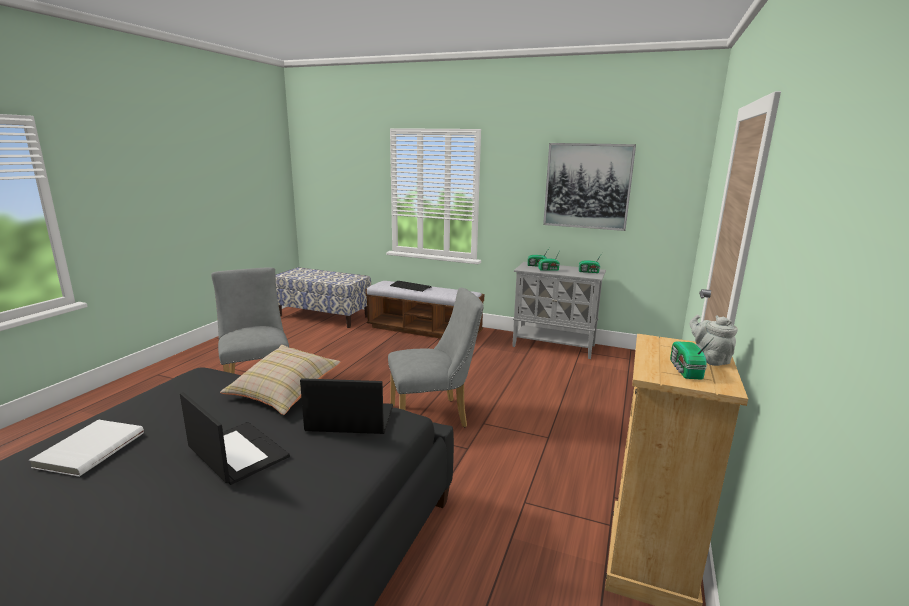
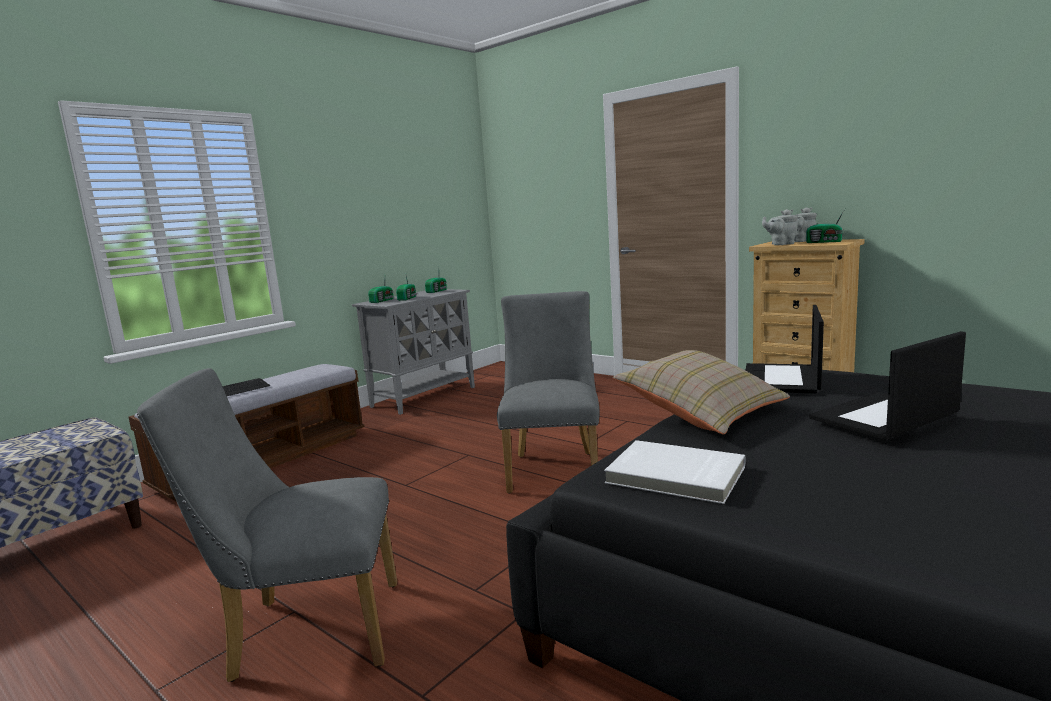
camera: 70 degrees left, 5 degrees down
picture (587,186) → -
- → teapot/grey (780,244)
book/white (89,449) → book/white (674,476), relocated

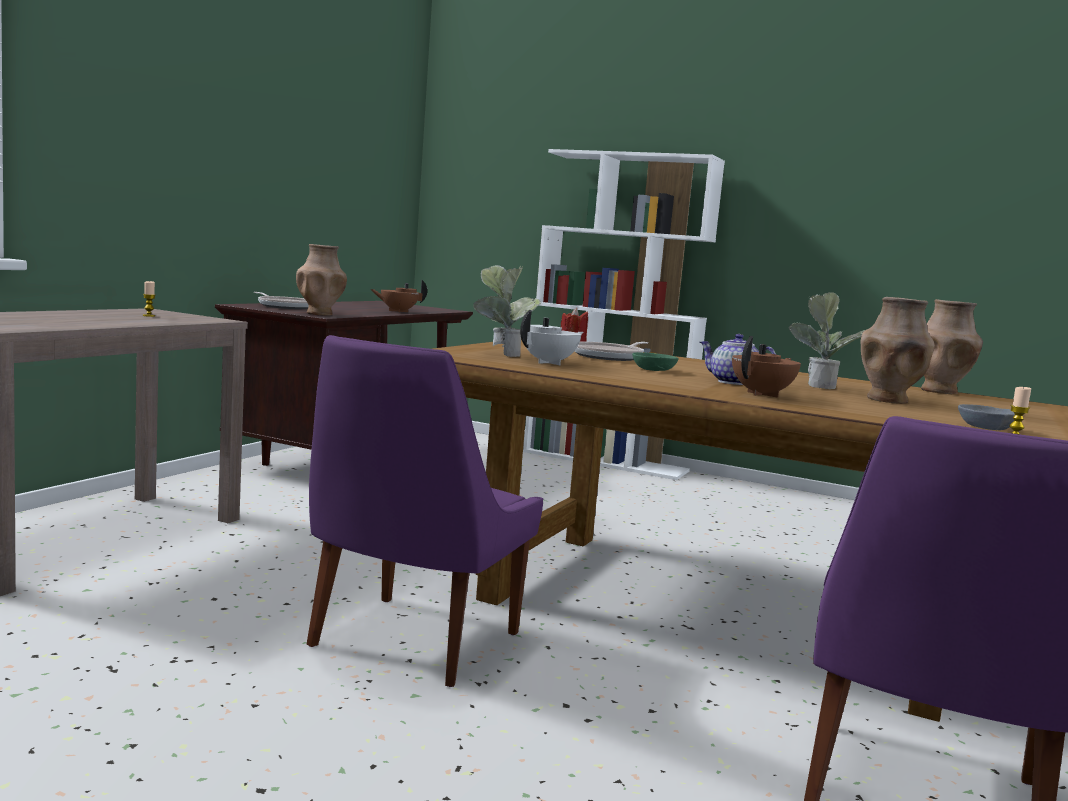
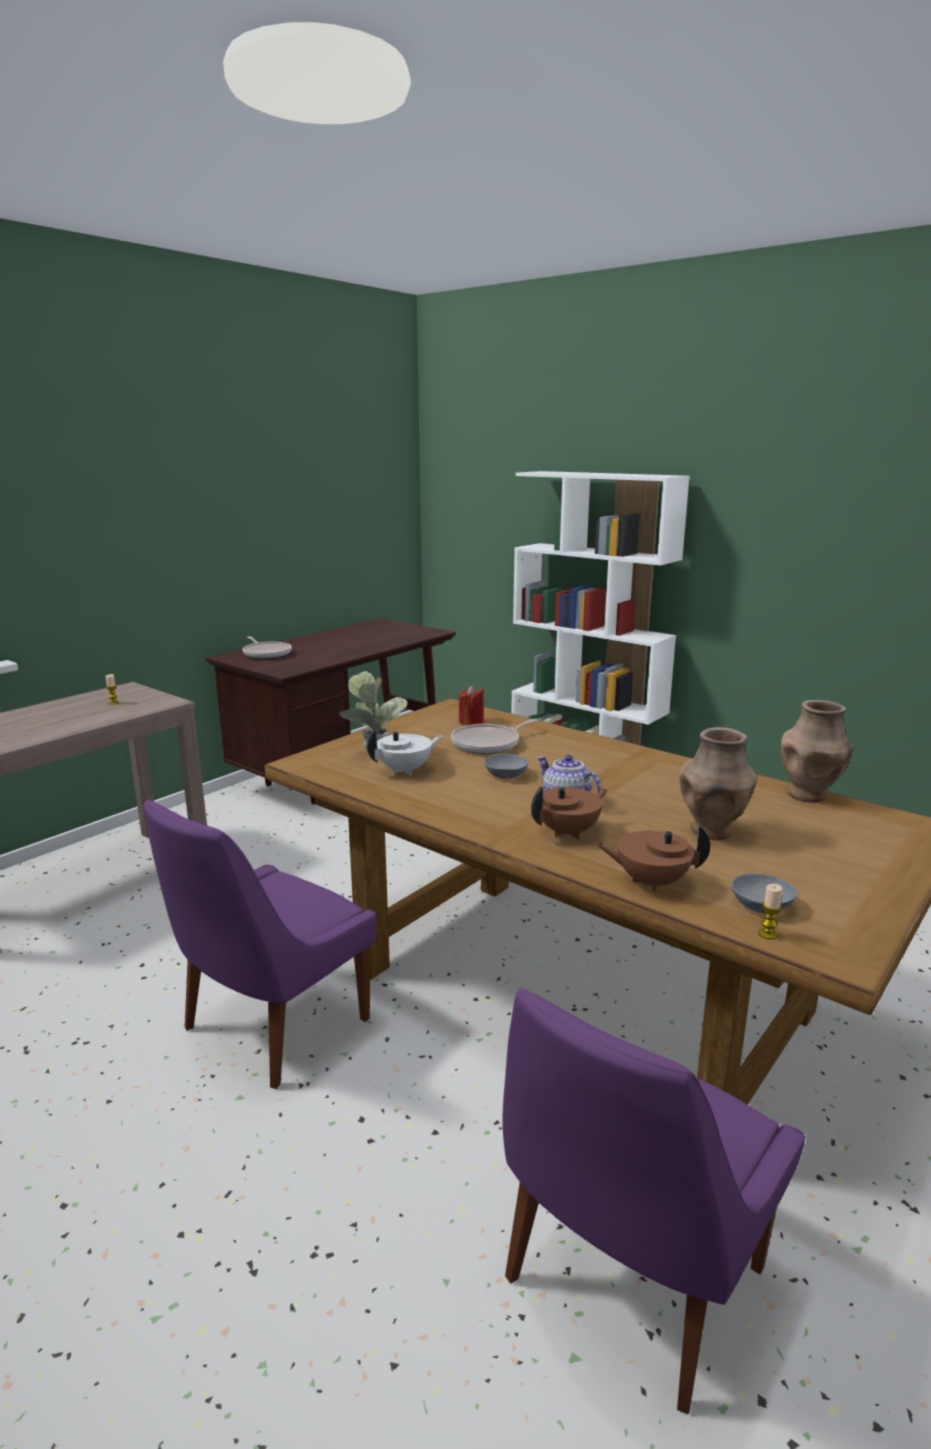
camera: 15 degrees right, 10 degrees up
vase/brown (320,314) → -
potted plant (819,386) → -
teapot/brown (398,311) → teapot/brown (651,882), relocated
bowl/green (655,370) → bowl/grey (507,774)

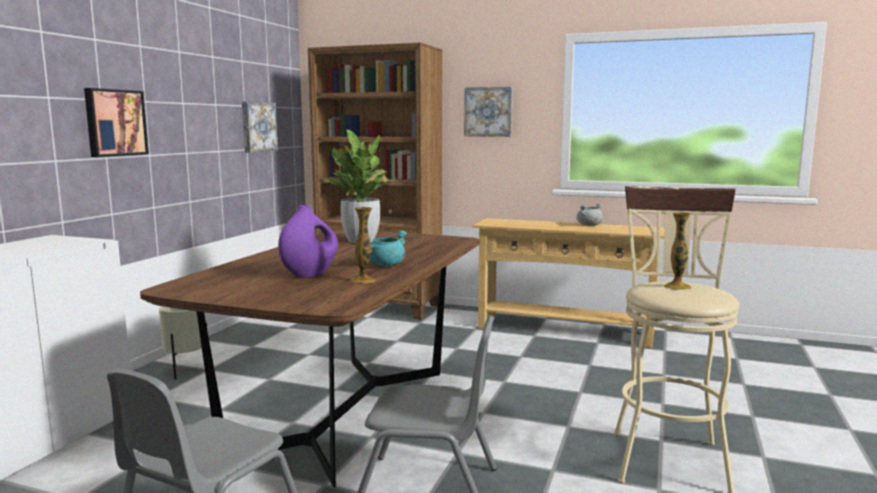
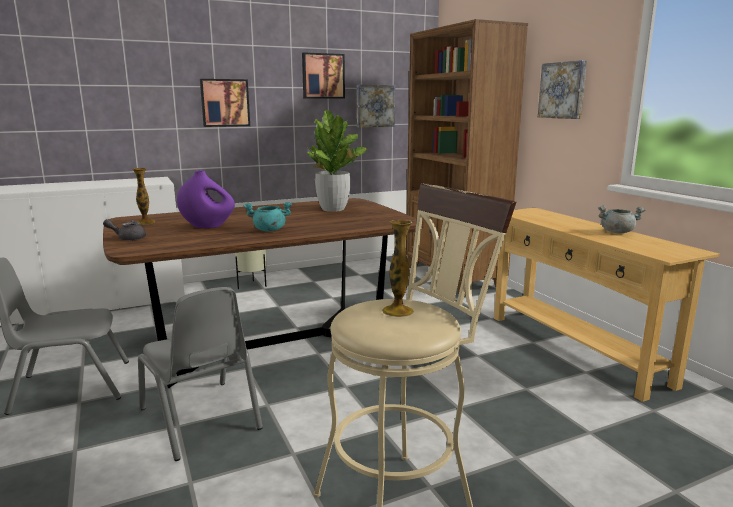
camera: 45 degrees right, 5 degrees up
- → teapot/grey (128,238)
- → picture (323,76)
vase (362,280) → vase (145,222), relocated

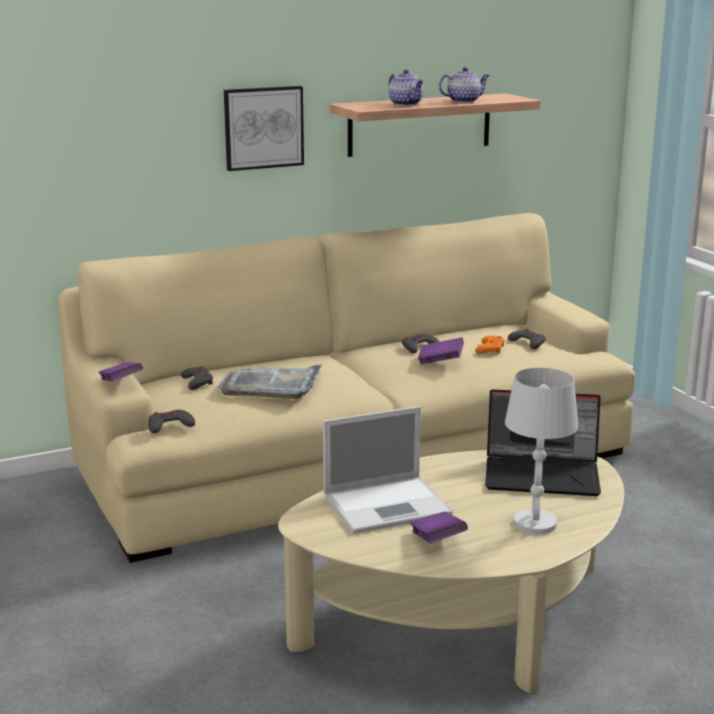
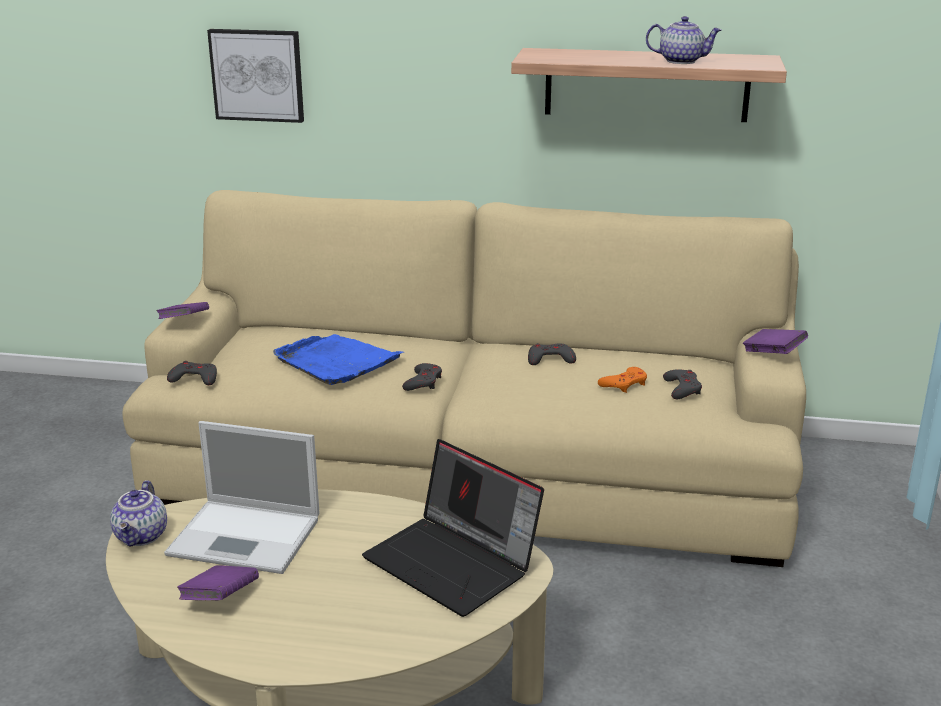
camera: 35 degrees right, 5 degrees up
table lamp/white (534,523) → -
game controller/grey (197,382) → game controller/grey (423,382), relocated
picture (263,127) → picture (257,75), relocated
teapot (406,104) → teapot (142,536), relocated
book/purple (440,362) → book/purple (773,354), relocated
tray/grey (271,385) → tray/blue (336,362)

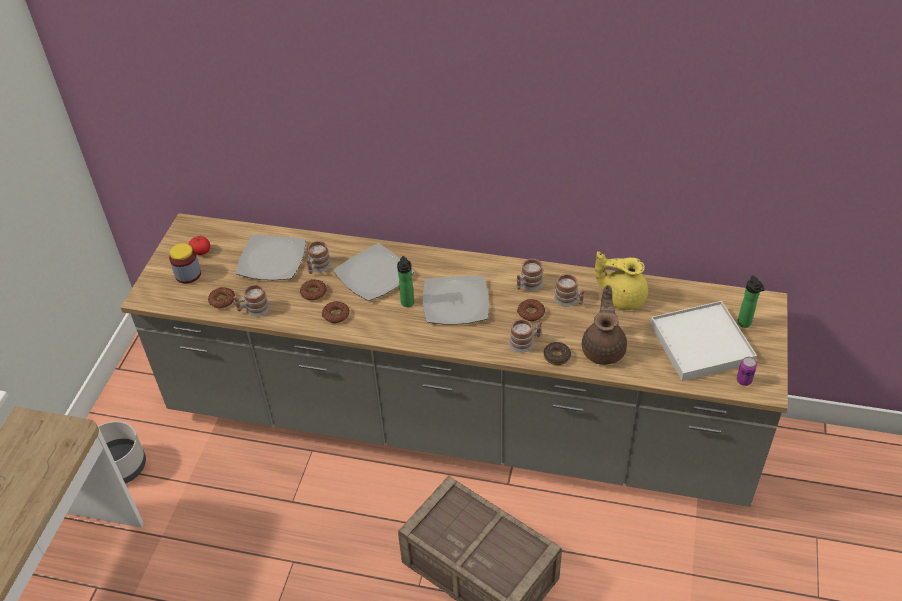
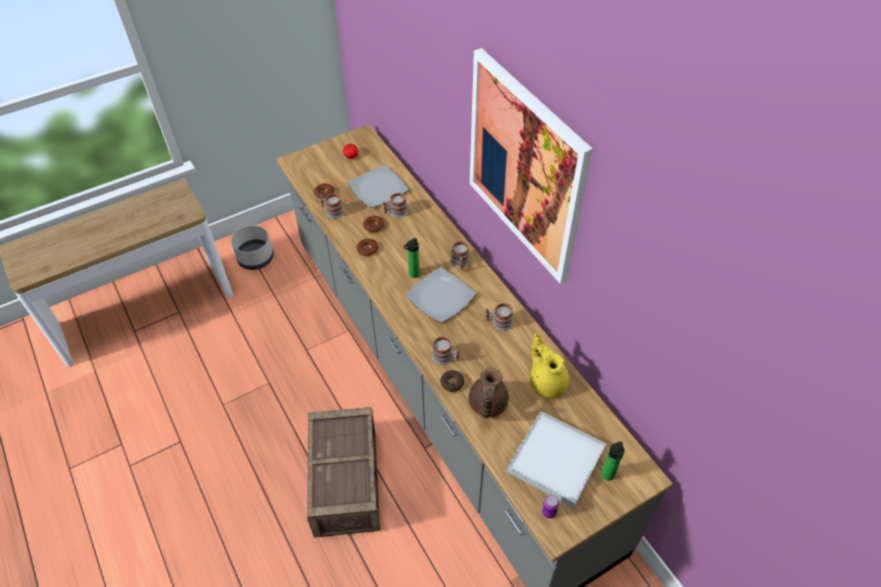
camera: 45 degrees right, 5 degrees up
jar (188,274) → -
plate (374,274) → -
donut (531,313) → -
- → picture (525,167)
mug (569,300) → mug (460,263), relocated
teapot/brown (604,349) → teapot/brown (487,405), 135 degrees clockwise

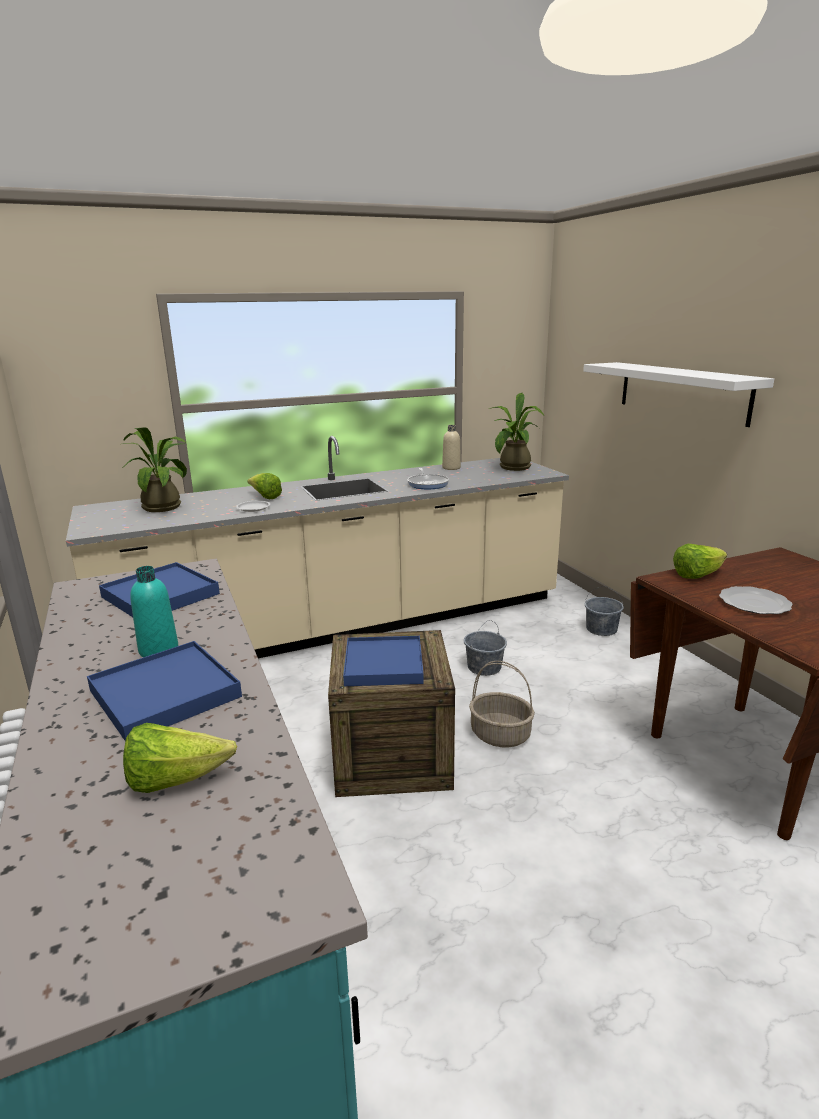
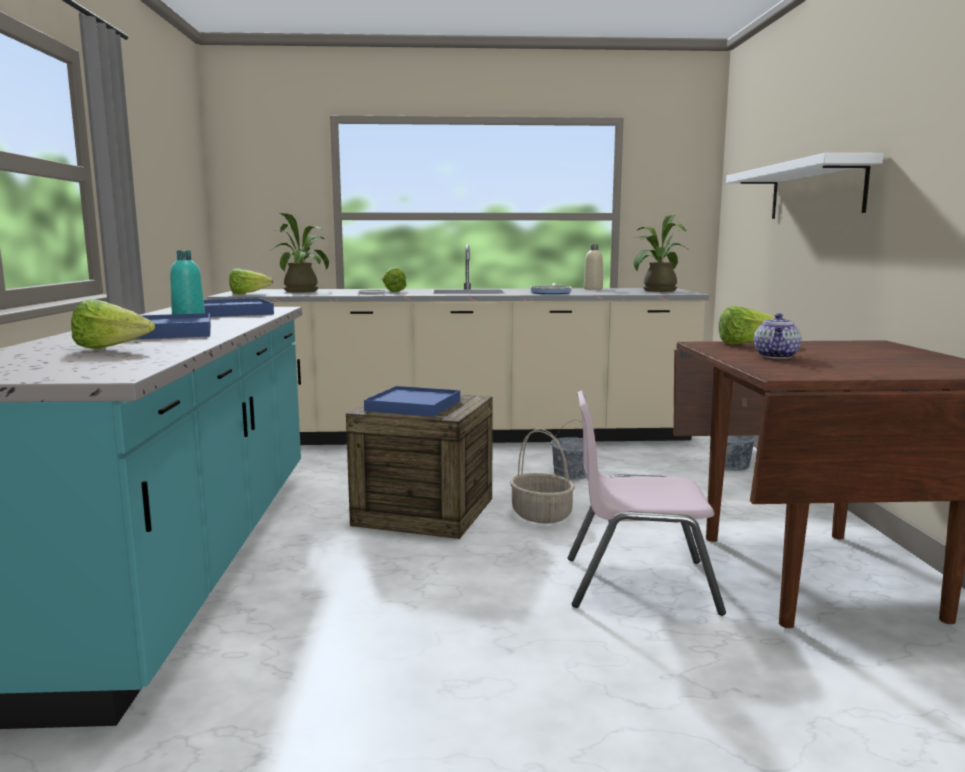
camera: 20 degrees right, 10 degrees down
- → lettuce (248,294)
- → chair/pink (638,584)
plate (755,603) → teapot (776,356)

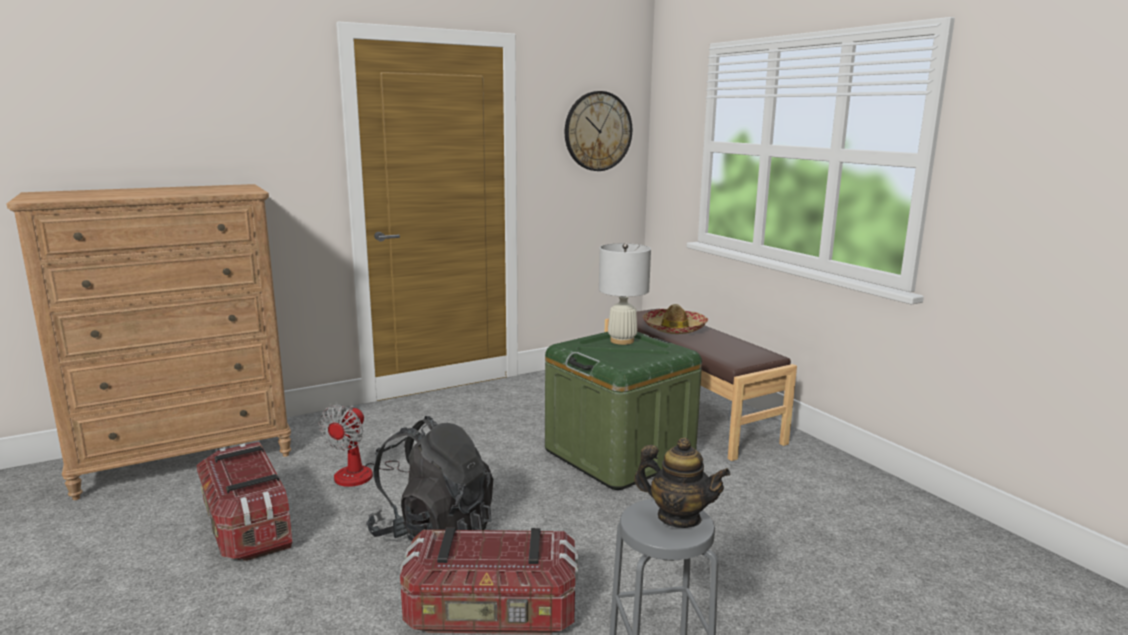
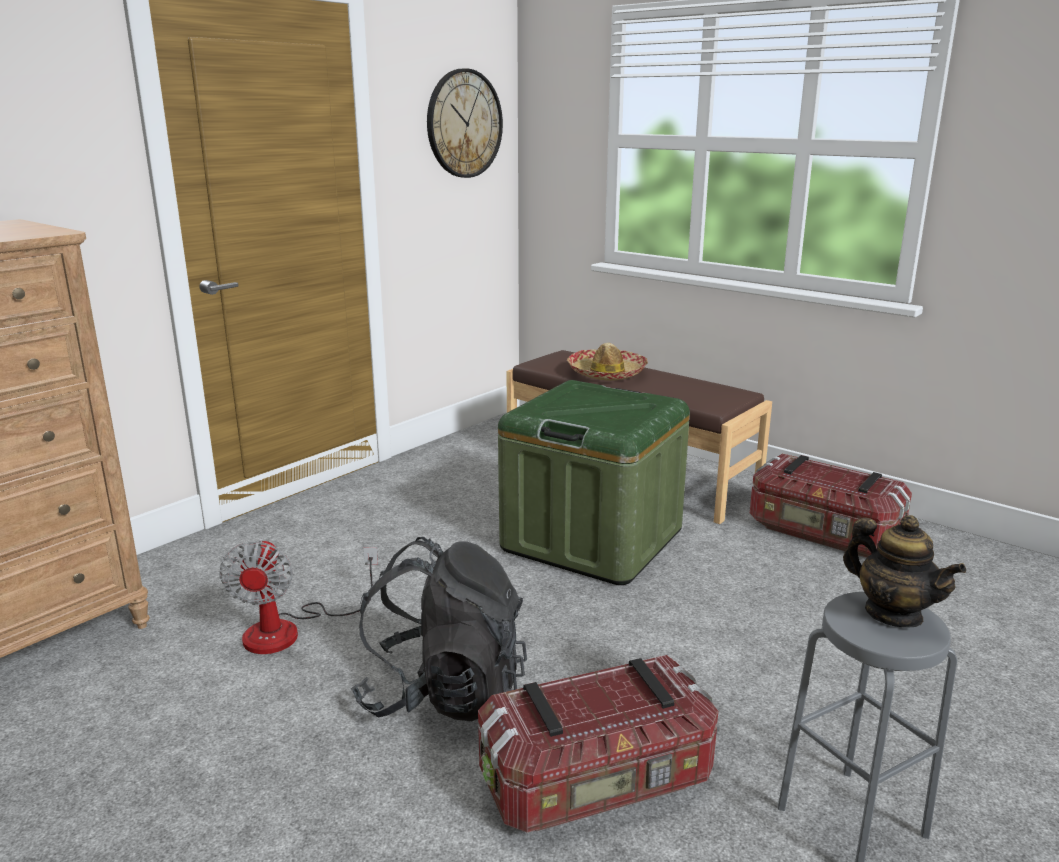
camera: 20 degrees left, 5 degrees up
table lamp/white (622,341) → -
storage box (247,527) → storage box (823,534), relocated
teapot (678,517) → teapot (893,614), 45 degrees clockwise

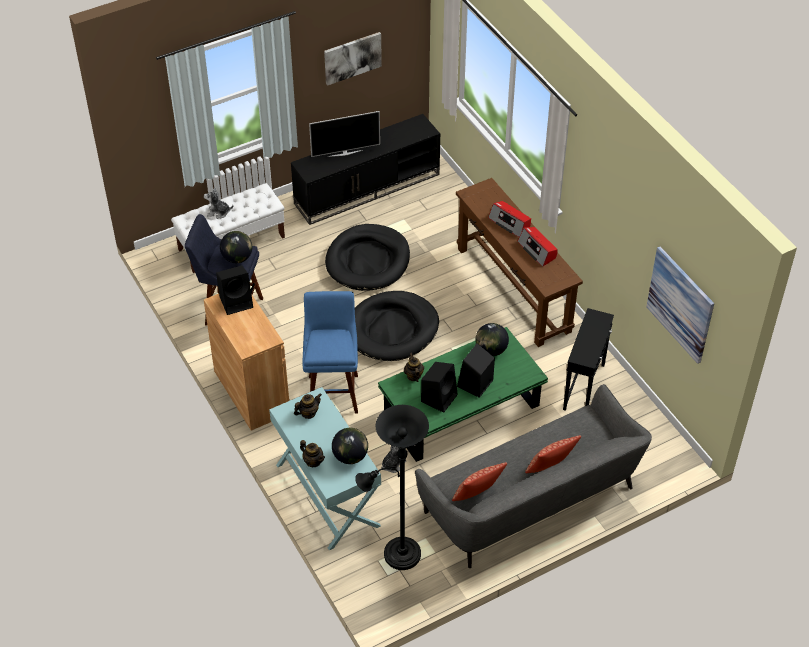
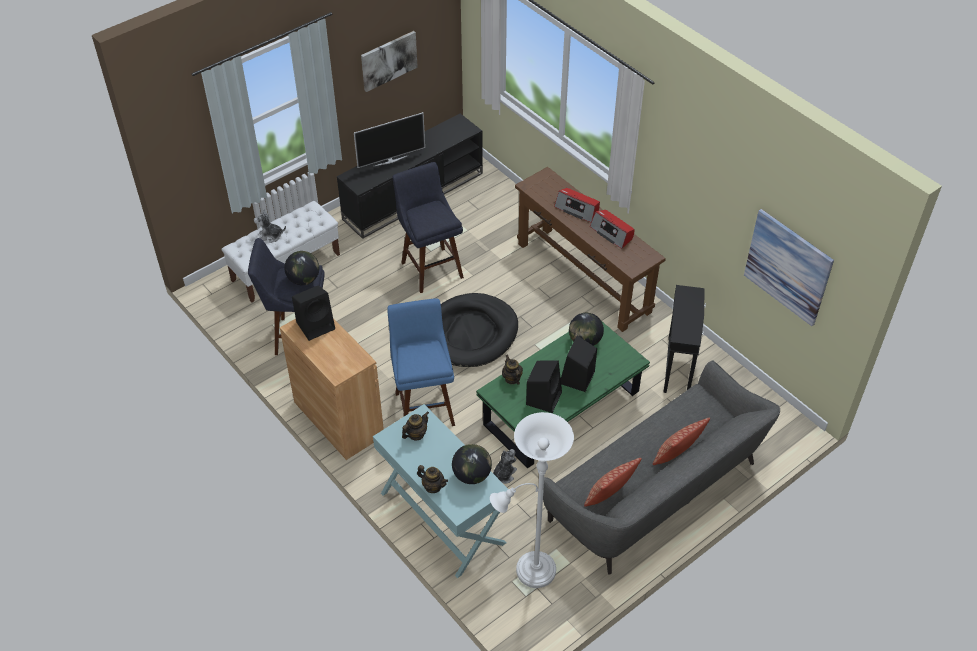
camera: 10 degrees left, 0 degrees up
dog bed/black (368,261) → stool/blue (430,267)
floor lamp/black (397,554) → floor lamp/white (530,571)

